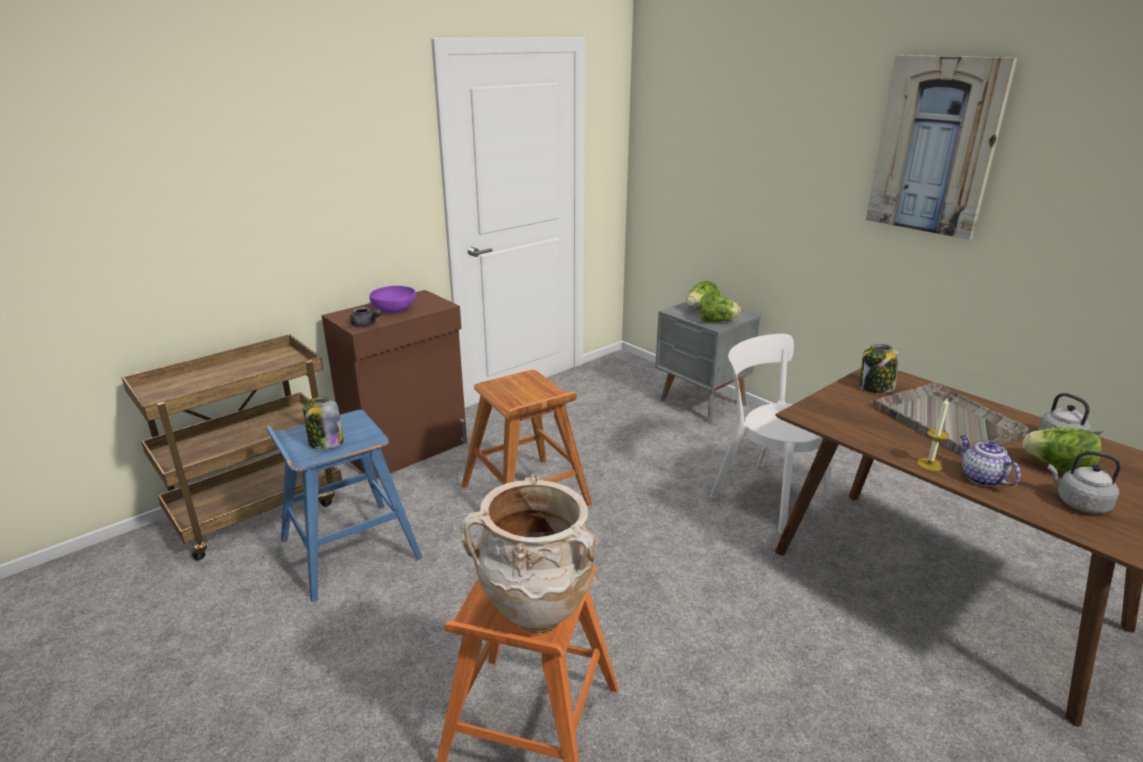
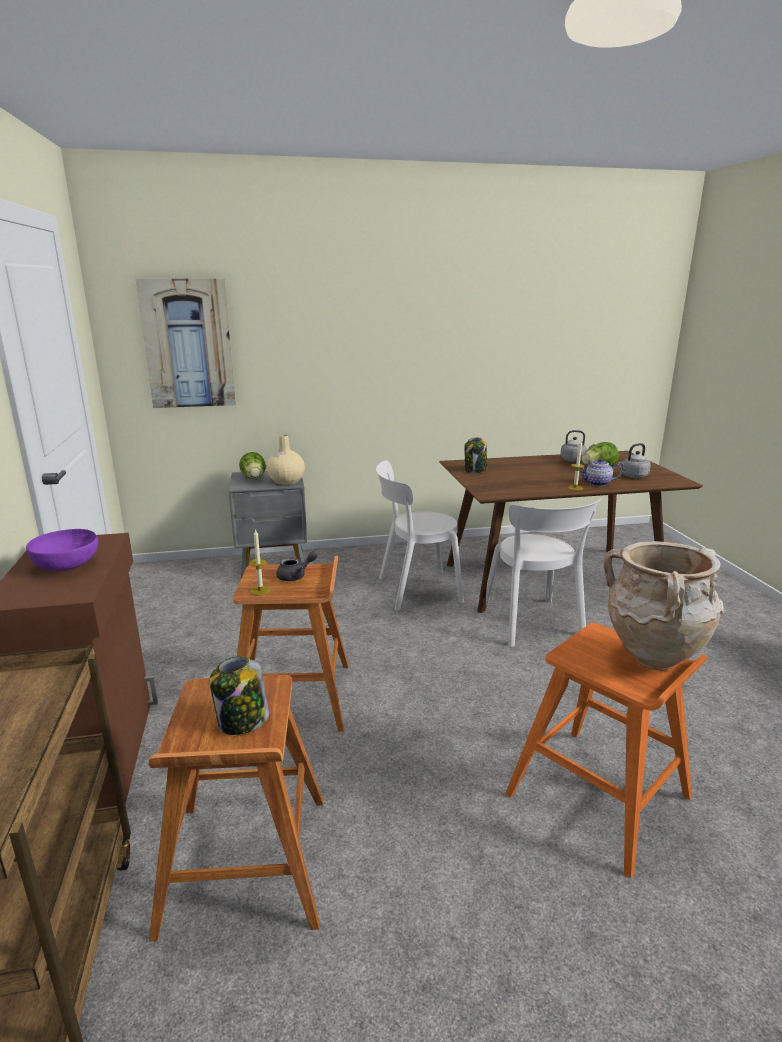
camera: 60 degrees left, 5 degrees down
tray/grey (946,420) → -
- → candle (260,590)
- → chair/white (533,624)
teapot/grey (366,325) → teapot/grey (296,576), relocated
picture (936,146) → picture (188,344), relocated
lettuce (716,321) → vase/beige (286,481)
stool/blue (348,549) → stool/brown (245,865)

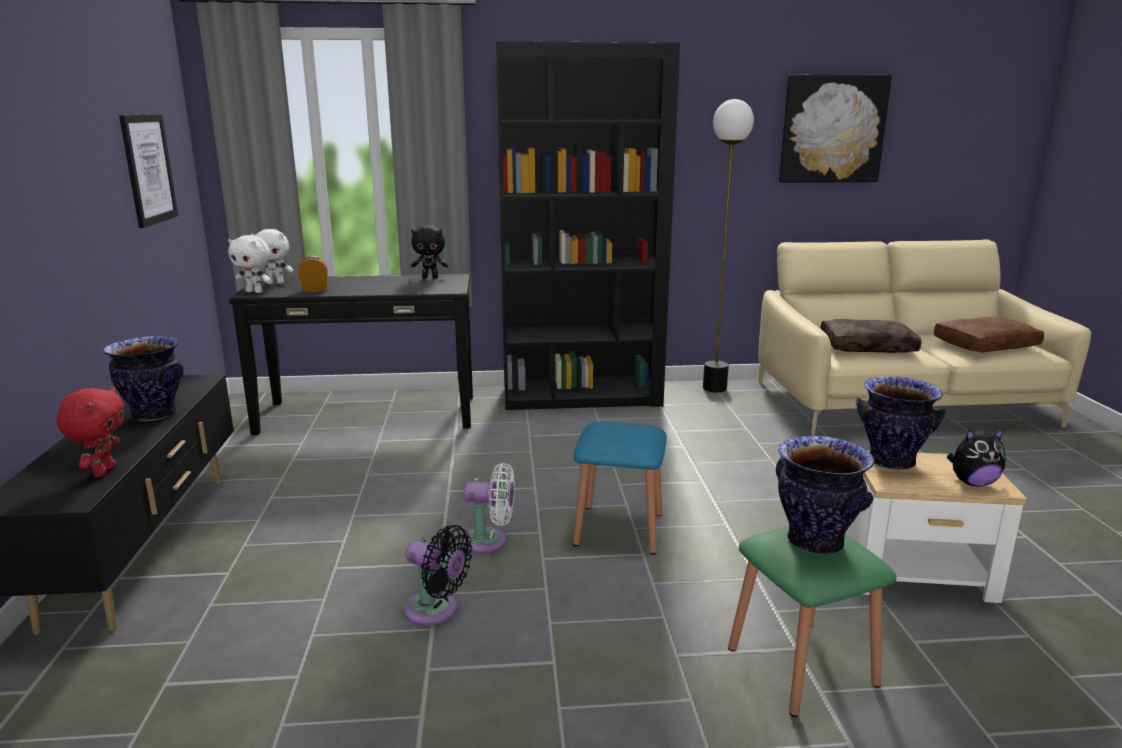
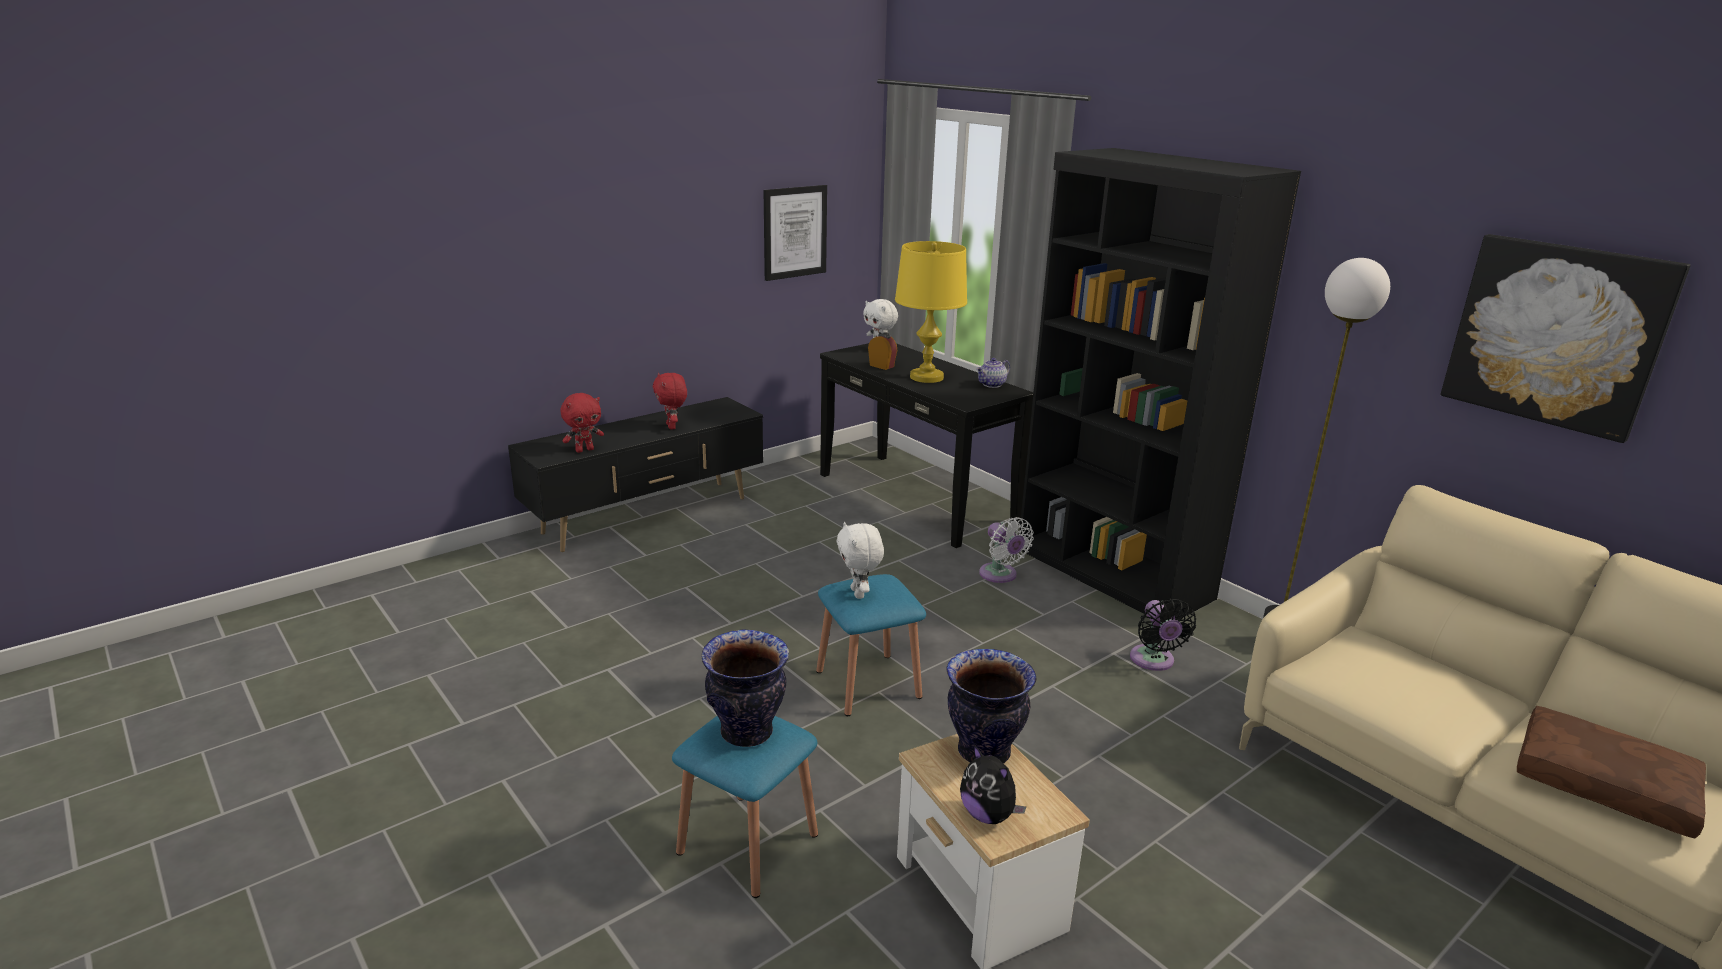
camera: 55 degrees right, 5 degrees up
pillow/brown (867,346) → -
- → table lamp/yellow (926,377)
plush toy/white (255,292) → plush toy/white (859,593), relocated
fan/black (436,611) → fan/black (1153,661), relocated
fan/white (489,541) → fan/white (1000,575), relocated
vase (155,414) → plush toy/red (672,427)
plush toy/black (430,277) → teapot (992,385)
stool/green (801,666) → stool/blue (748,843)

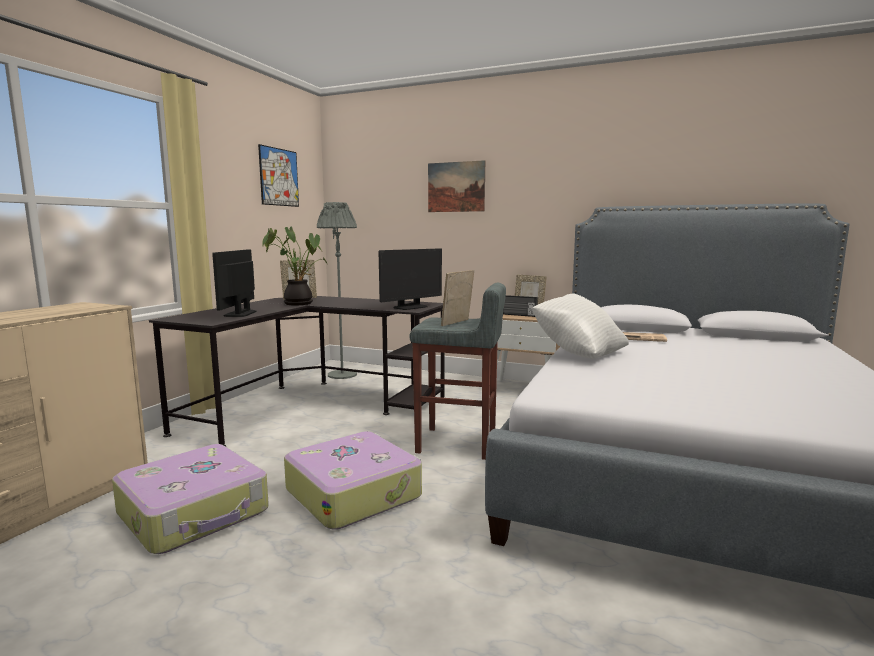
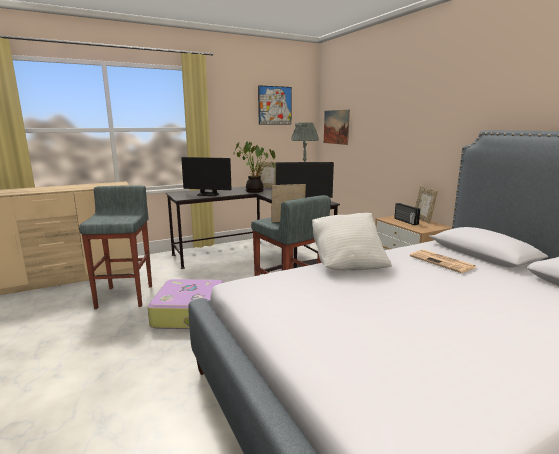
camera: 40 degrees right, 5 degrees up
picture (456,187) → picture (336,127), relocated
suitcase (195,512) → stool/grey (126,296)
monitor (240,313) → monitor (208,194), 120 degrees counterclockwise

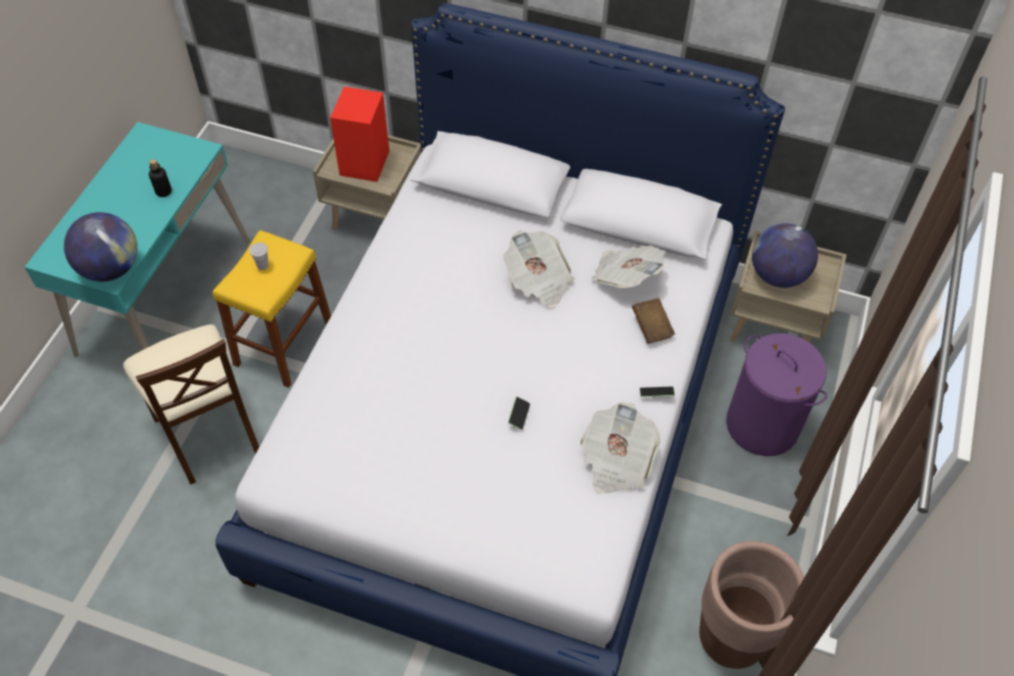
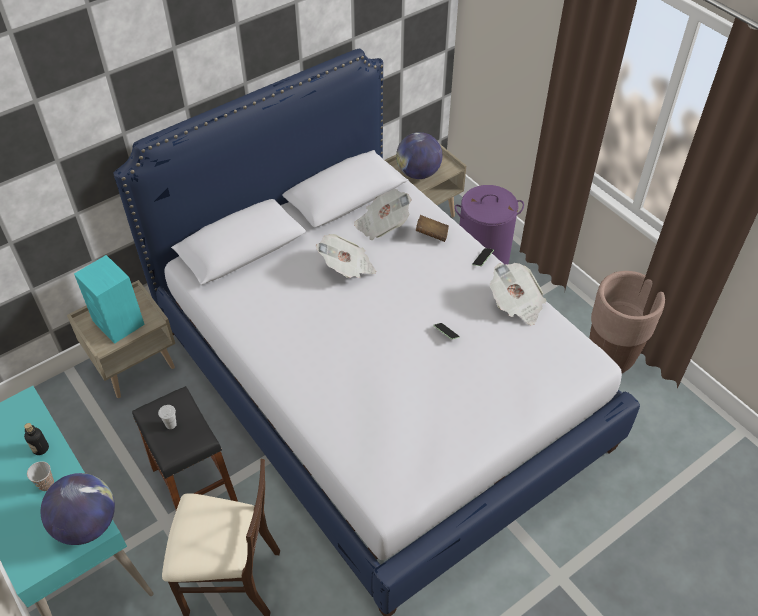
camera: 55 degrees left, 5 degrees down
- → cup (46,484)
stool/yellow (283,343) → stool/black (194,485)
speaker/red (364,164) → speaker/turquoise (119,323)

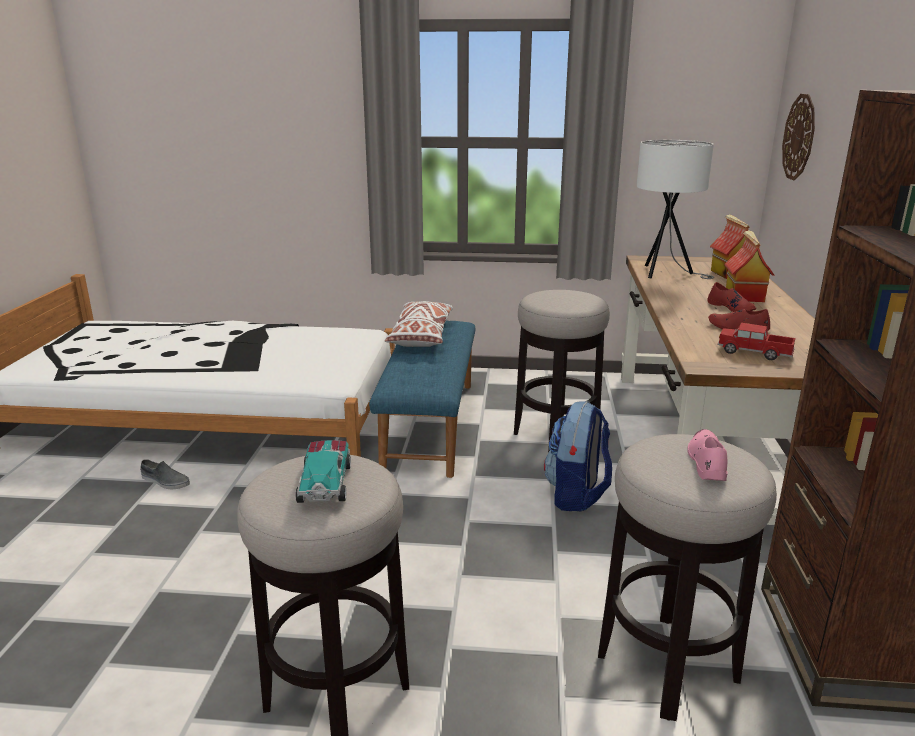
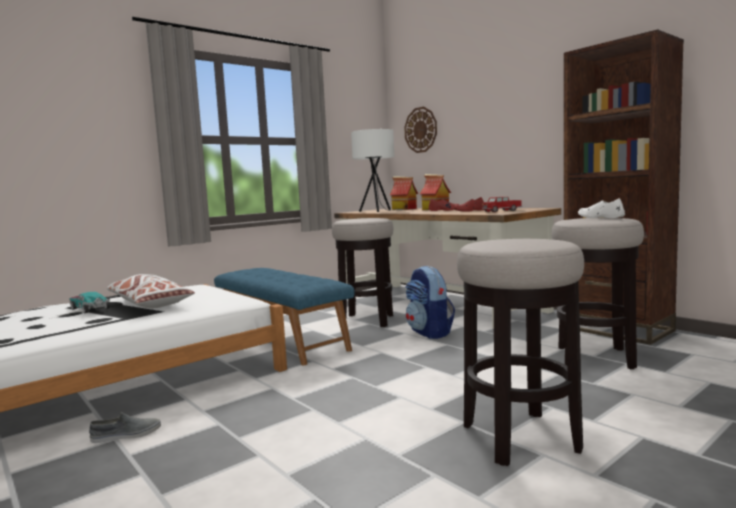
camera: 45 degrees left, 15 degrees down
toy car (325,482) → toy car (89,308), relocated
pillow/white (421,335) → pillow/white (149,304), relocated
shoe/pink (707,462) → shoe/white (600,217)

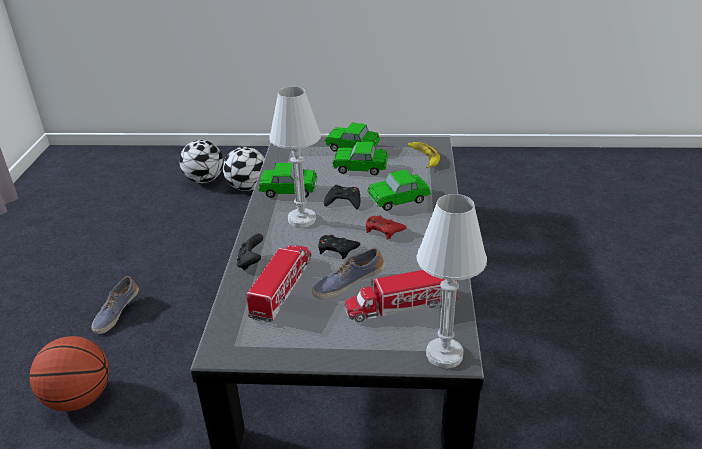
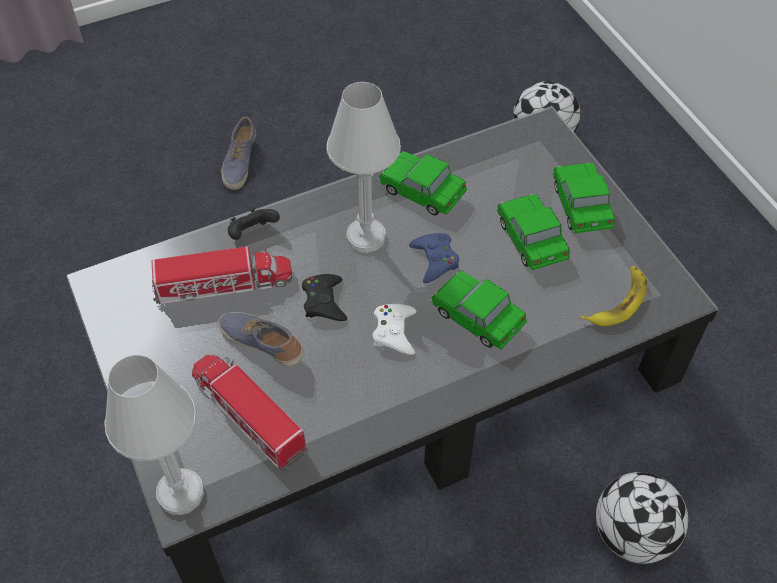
camera: 60 degrees right, 20 degrees up
basketball (79,398) → -
football (204,180) → football (632,535), relocated
game controller/black (344,201) → game controller/blue (435,260)
game controller/red (383,230) → game controller/white (394,332)
shoe (116,313) → shoe (239,162), 75 degrees counterclockwise
toy car (289,190) → toy car (422,192), 150 degrees clockwise

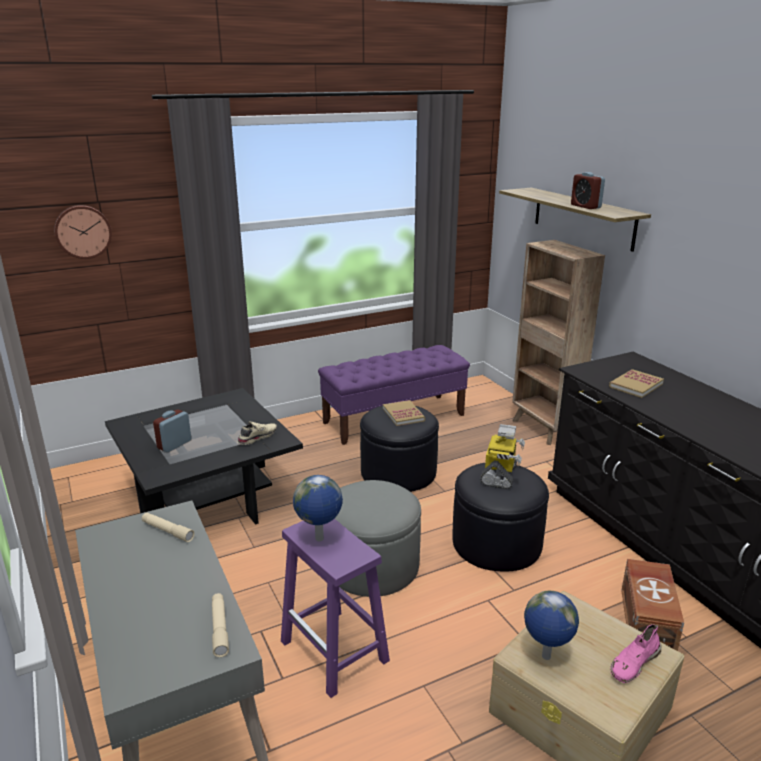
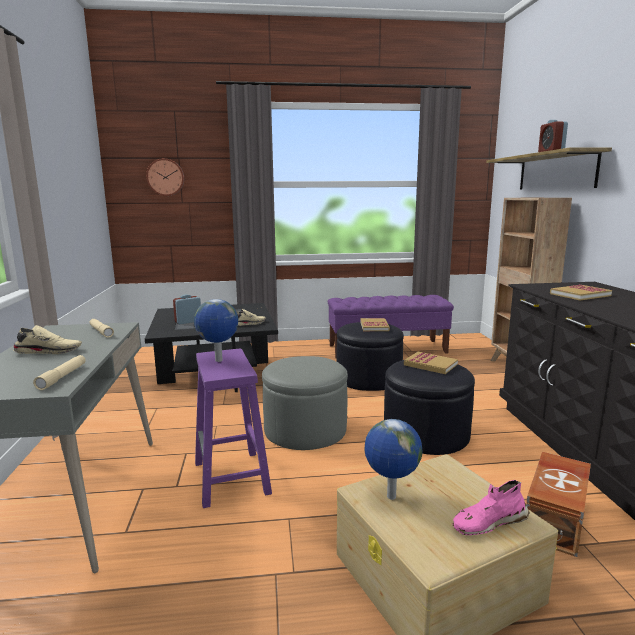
camera: 20 degrees right, 10 degrees down
- → shoe/beige (49,351)
toy robot (500,475) → book (430,365)

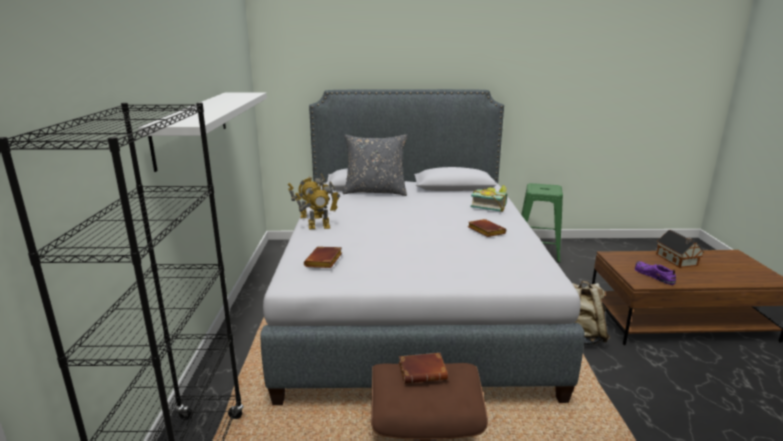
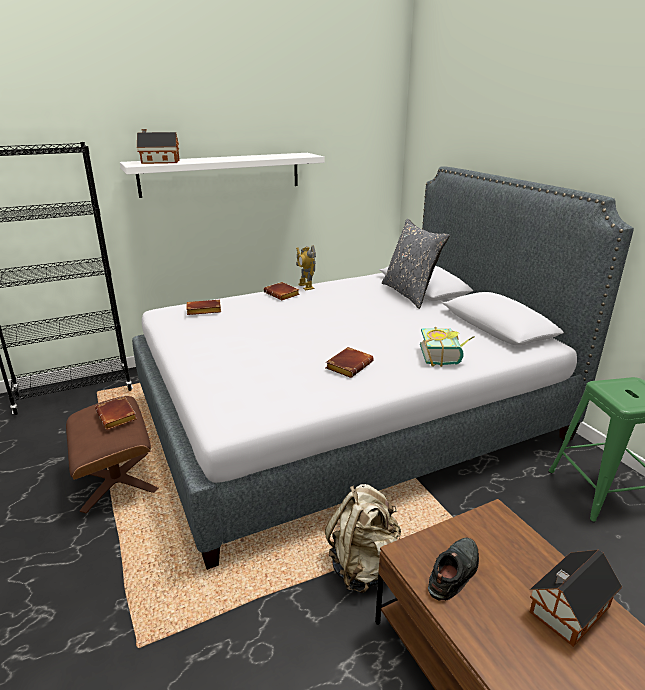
camera: 65 degrees right, 5 degrees up
- → toy house (159,162)
toy robot (319,227) → book/brown (283,294)
shoe/purple (653,275) → shoe/black (454,571)

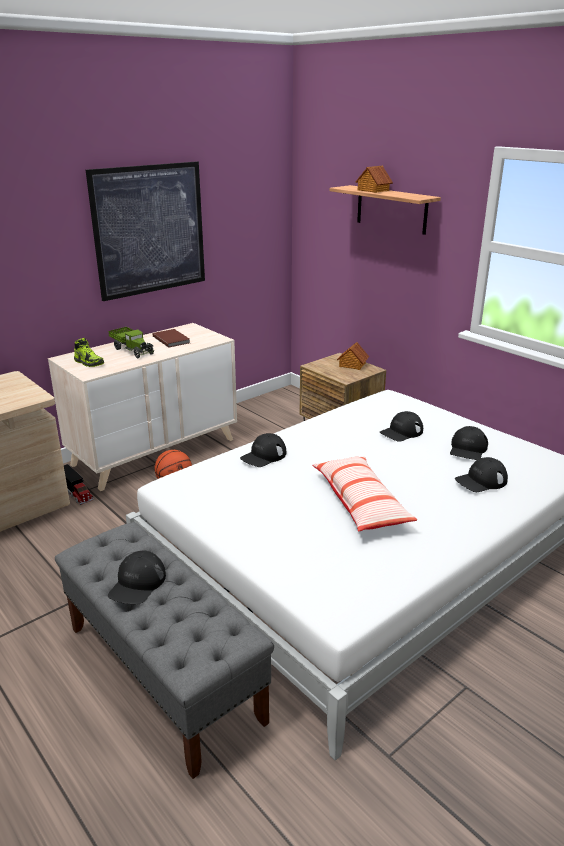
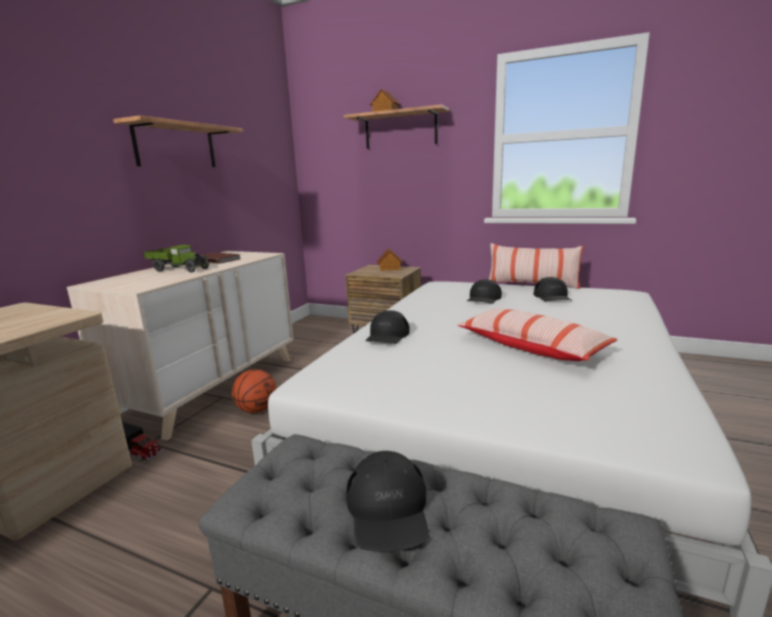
camera: 25 degrees left, 10 degrees down
shoe (89,362) → -
cap/black (481,481) → -
- → pillow (532,285)
picture (149,230) → shelf (176,146)

